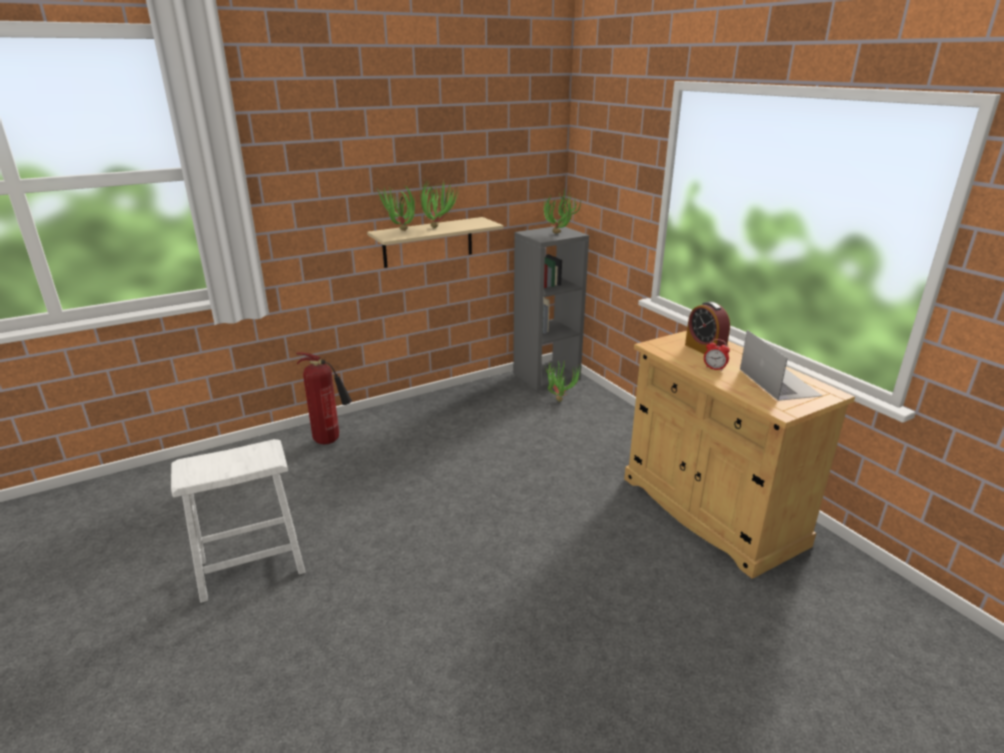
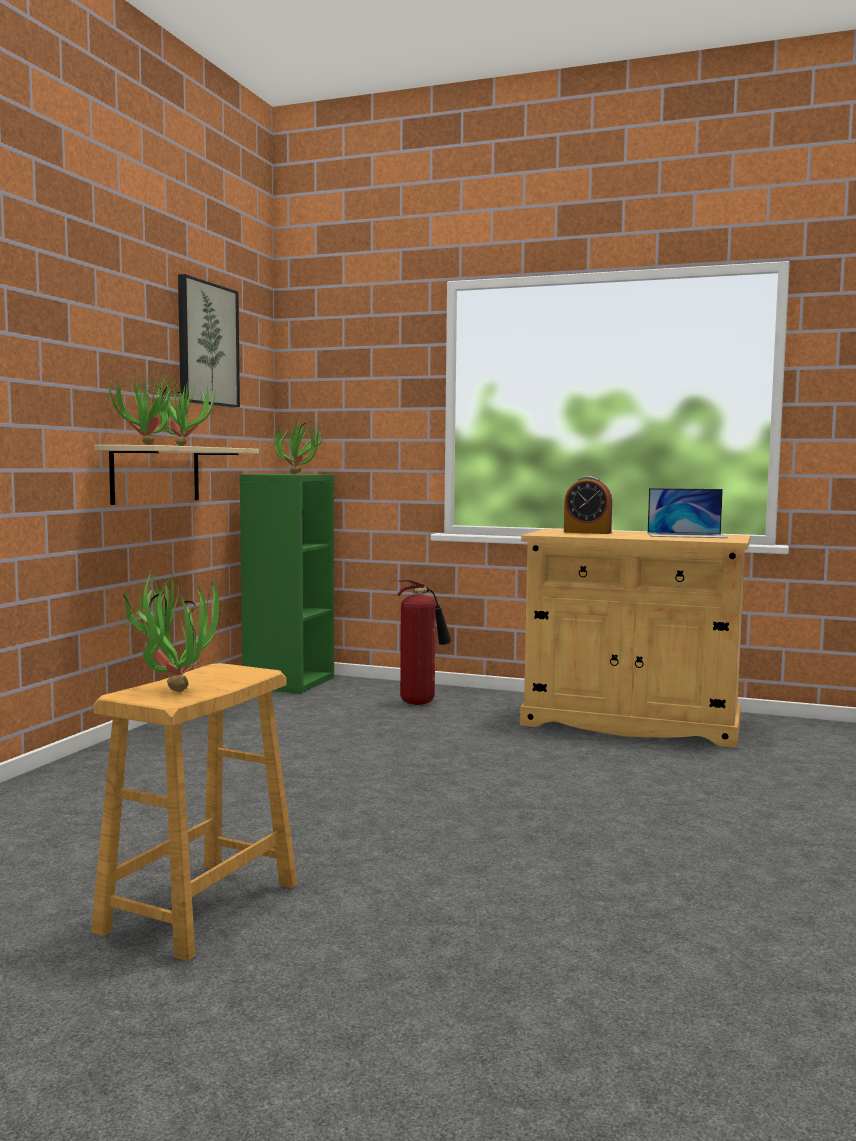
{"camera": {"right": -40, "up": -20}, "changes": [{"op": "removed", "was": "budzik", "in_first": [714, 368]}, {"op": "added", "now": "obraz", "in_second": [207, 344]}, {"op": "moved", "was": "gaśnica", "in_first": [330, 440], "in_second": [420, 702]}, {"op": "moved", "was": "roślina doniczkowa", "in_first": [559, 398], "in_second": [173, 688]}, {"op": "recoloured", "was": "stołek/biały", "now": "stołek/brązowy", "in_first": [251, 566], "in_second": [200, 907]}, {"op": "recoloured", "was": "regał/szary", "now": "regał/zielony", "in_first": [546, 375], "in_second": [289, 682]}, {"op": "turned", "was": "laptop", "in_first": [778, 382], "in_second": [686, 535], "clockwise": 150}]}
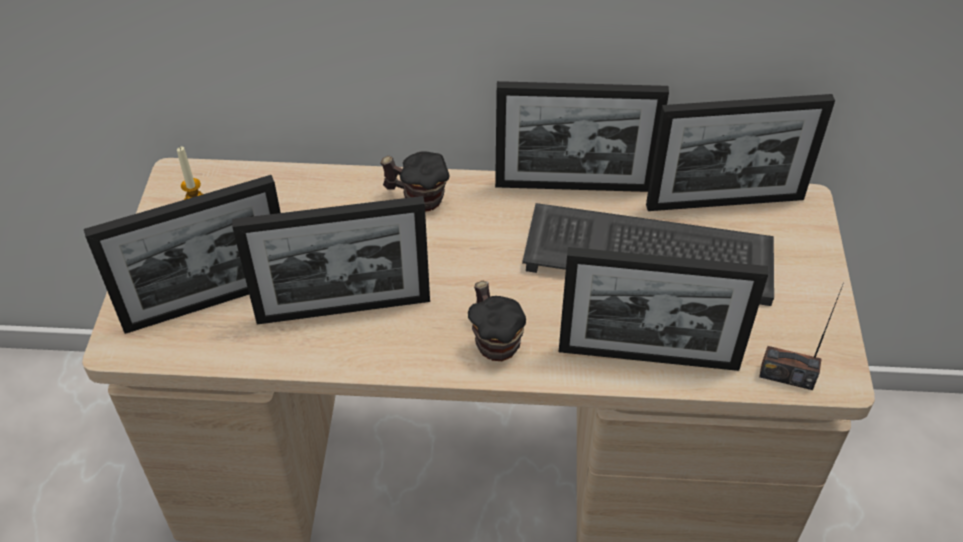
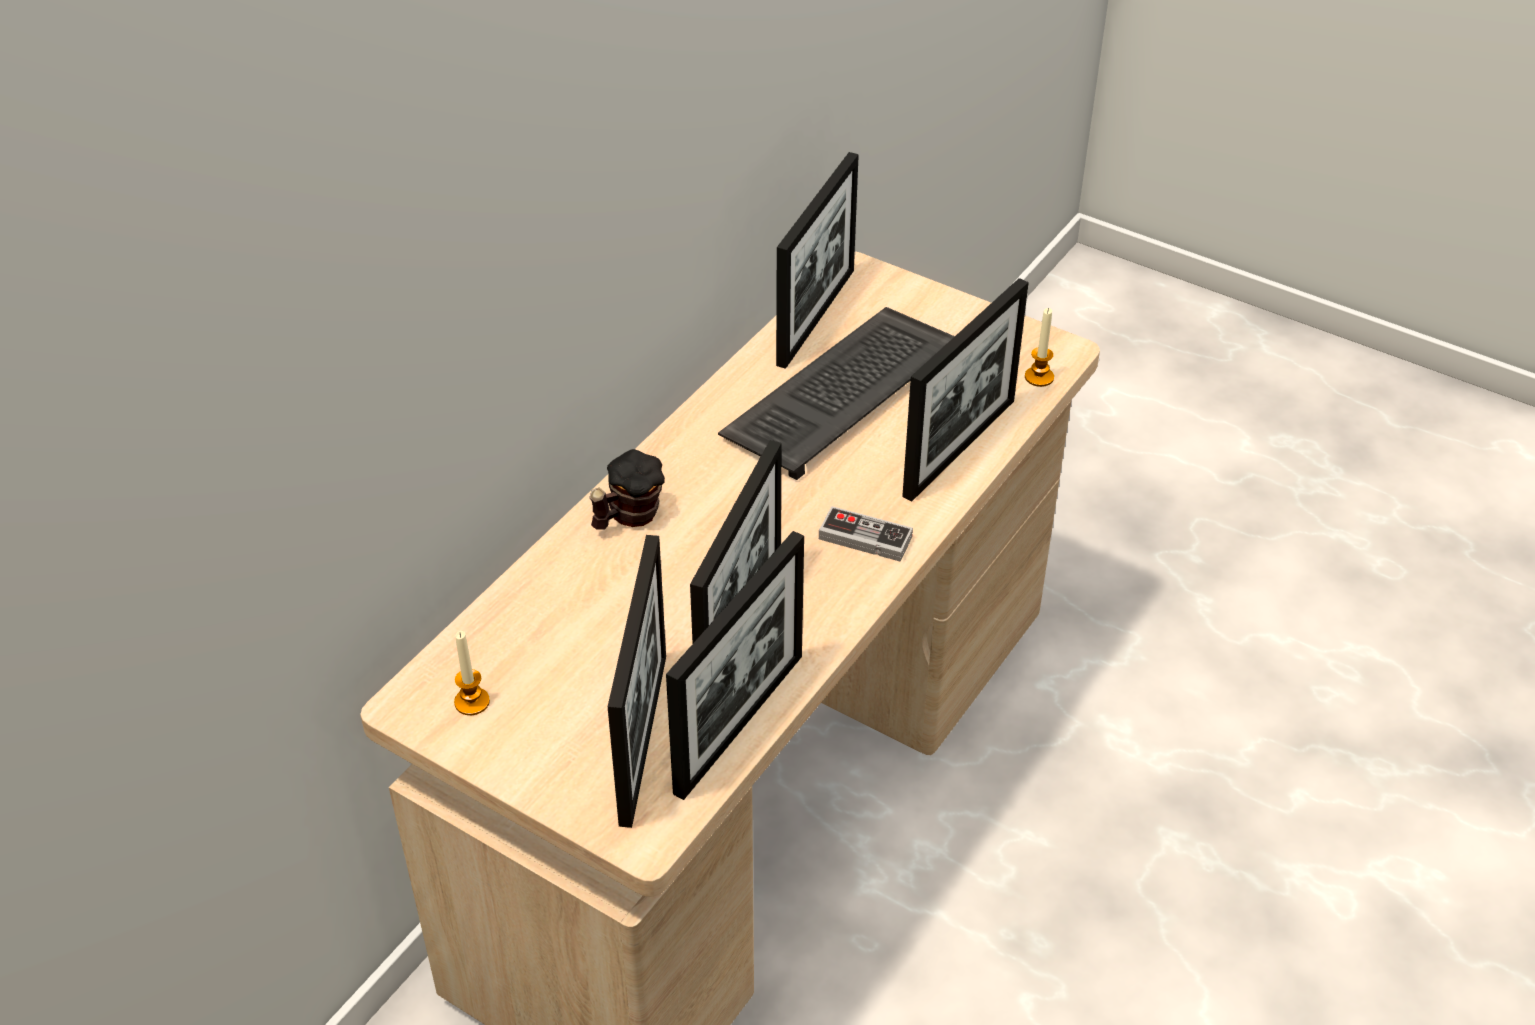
{"camera": {"right": -60, "up": -5}, "changes": [{"op": "moved", "was": "ramka na zdjęcie", "in_first": [573, 186], "in_second": [739, 723]}, {"op": "replaced", "was": "kubek", "now": "pad do gier", "in_first": [494, 340], "in_second": [865, 538]}, {"op": "replaced", "was": "radio", "now": "świeca", "in_first": [787, 376], "in_second": [1039, 377]}]}
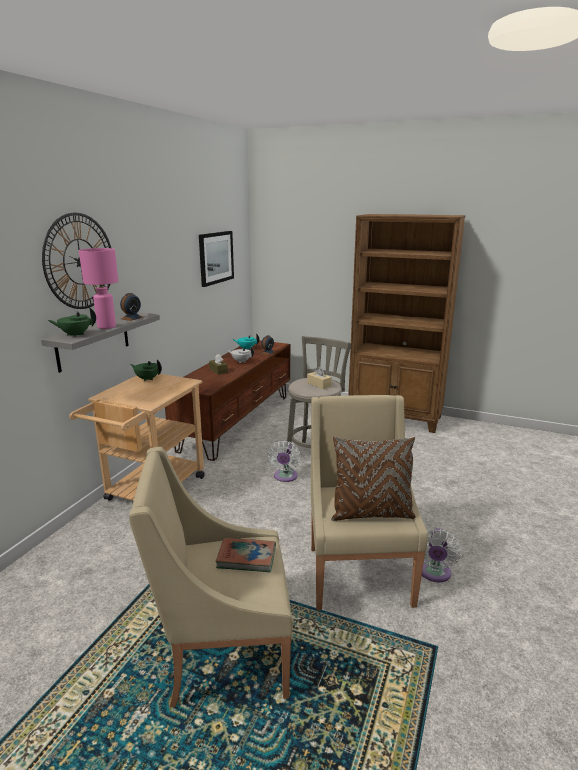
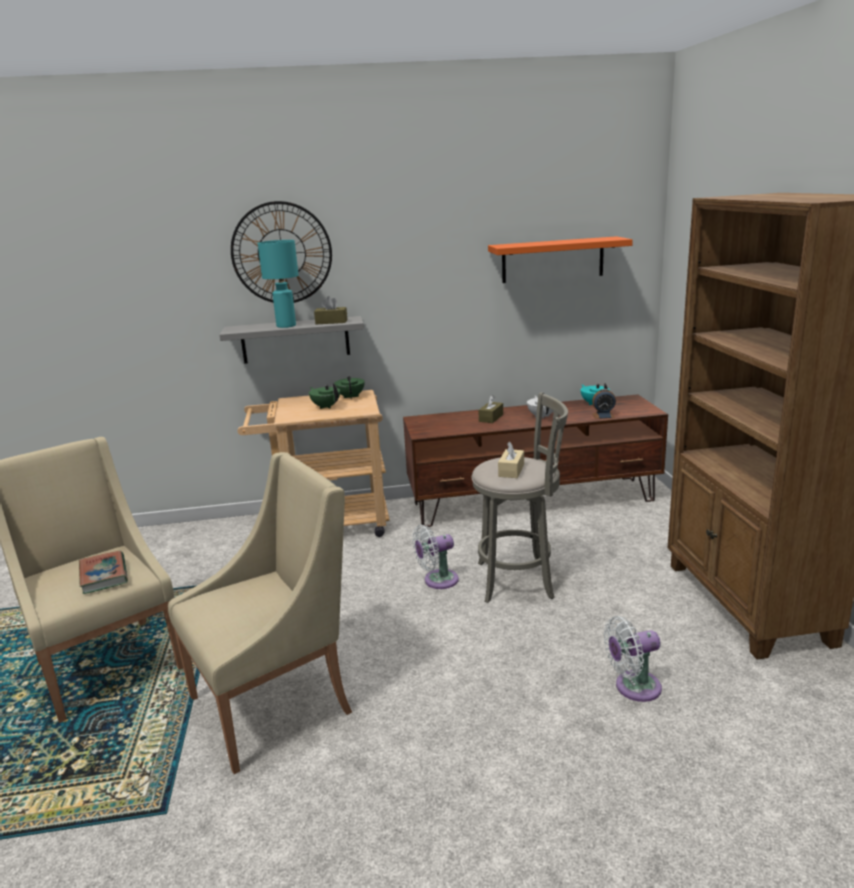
{"camera": {"right": 60, "up": 0}, "changes": [{"op": "removed", "was": "poduszka/brązowy", "in_first": [371, 514]}, {"op": "moved", "was": "imbryk/zielony", "in_first": [75, 334], "in_second": [326, 406]}, {"op": "moved", "was": "wentylator/biały", "in_first": [434, 573], "in_second": [633, 687]}, {"op": "replaced", "was": "budzik", "now": "pudełko chusteczek/brązowy", "in_first": [132, 318], "in_second": [331, 322]}, {"op": "replaced", "was": "obraz", "now": "półka/pomarańczowy", "in_first": [216, 257], "in_second": [552, 260]}, {"op": "recoloured", "was": "lampa stołowa/różowy", "now": "lampa stołowa/turkusowy", "in_first": [106, 327], "in_second": [286, 326]}]}
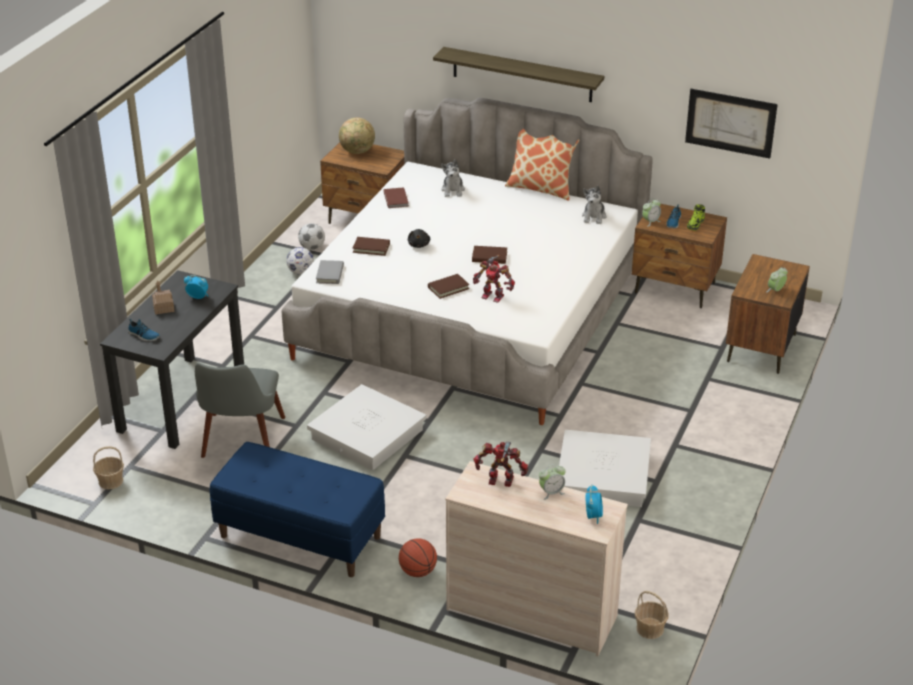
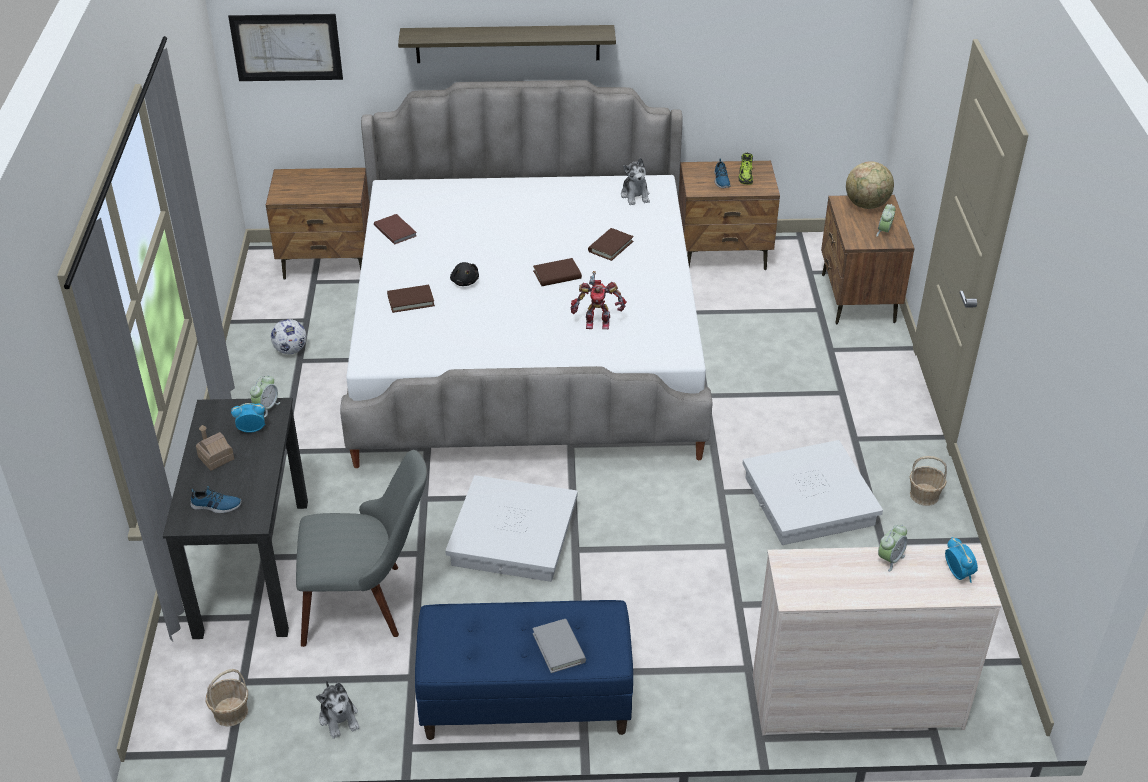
{"camera": {"right": -25, "up": 5}, "changes": [{"op": "removed", "was": "piłka futbolowa", "in_first": [312, 247]}, {"op": "removed", "was": "piłka do koszykówki", "in_first": [418, 571]}, {"op": "removed", "was": "robot zabawkowy", "in_first": [500, 482]}, {"op": "removed", "was": "poduszka", "in_first": [541, 188]}, {"op": "moved", "was": "książka/szary", "in_first": [330, 274], "in_second": [559, 648]}, {"op": "moved", "was": "globus", "in_first": [357, 151], "in_second": [867, 205]}, {"op": "moved", "was": "książka/brązowy", "in_first": [448, 288], "in_second": [610, 246]}, {"op": "moved", "was": "pluszak", "in_first": [453, 190], "in_second": [339, 718]}, {"op": "moved", "was": "koszyk", "in_first": [650, 629], "in_second": [924, 495]}, {"op": "moved", "was": "budzik", "in_first": [650, 221], "in_second": [266, 407]}, {"op": "moved", "was": "obraz", "in_first": [730, 123], "in_second": [286, 47]}, {"op": "turned", "was": "krzesło/szary", "in_first": [240, 444], "in_second": [368, 602], "clockwise": -75}]}
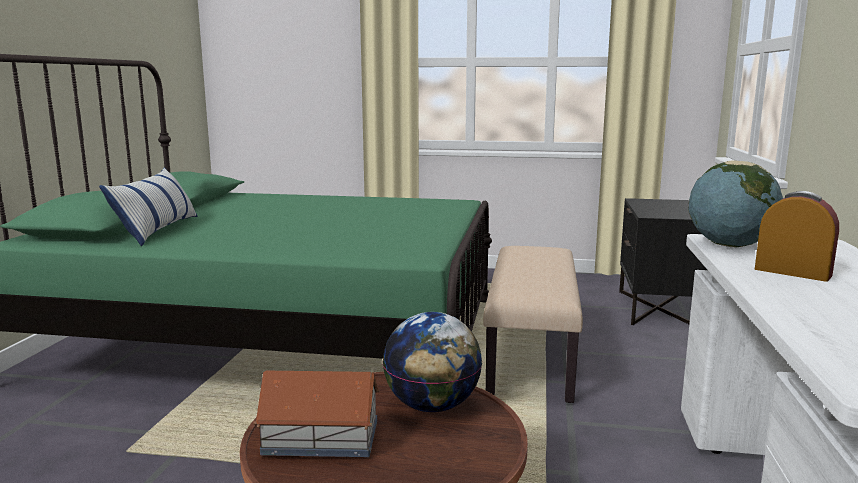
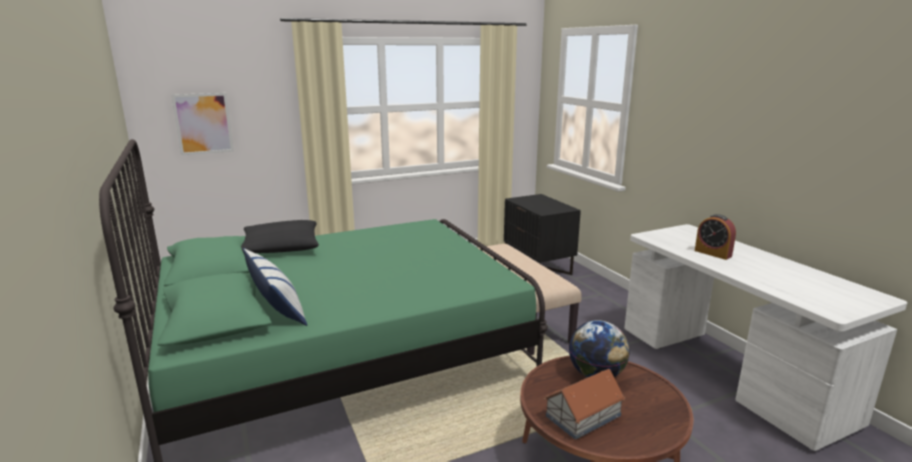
{"camera": {"right": -35, "up": 5}, "changes": [{"op": "removed", "was": "globus", "in_first": [729, 245]}, {"op": "added", "now": "obraz", "in_second": [203, 123]}, {"op": "added", "now": "poduszka/czarny", "in_second": [280, 247]}, {"op": "turned", "was": "budzik", "in_first": [792, 272], "in_second": [713, 253], "clockwise": -135}]}
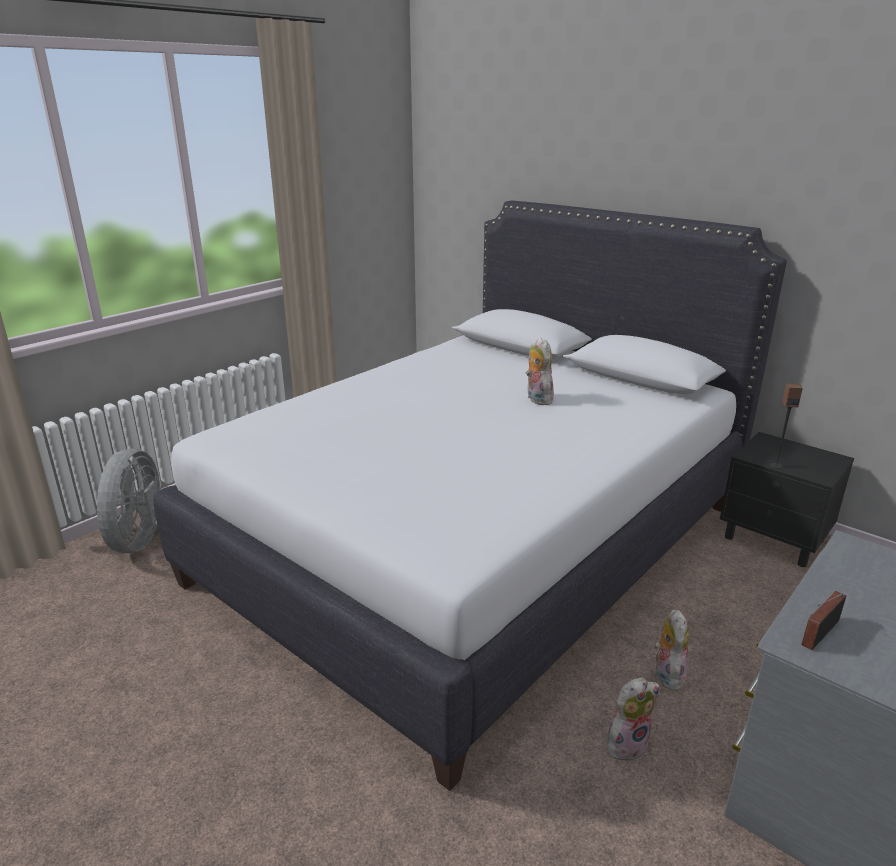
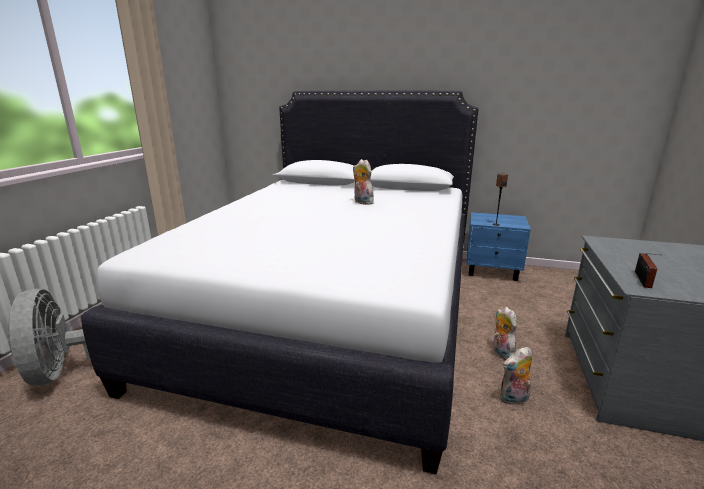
{"camera": {"right": -25, "up": -5}, "changes": [{"op": "recoloured", "was": "szafka nocna/czarny", "now": "szafka nocna/niebieski", "in_first": [775, 539], "in_second": [493, 271]}, {"op": "turned", "was": "pluszak", "in_first": [626, 743], "in_second": [514, 399], "clockwise": -150}]}
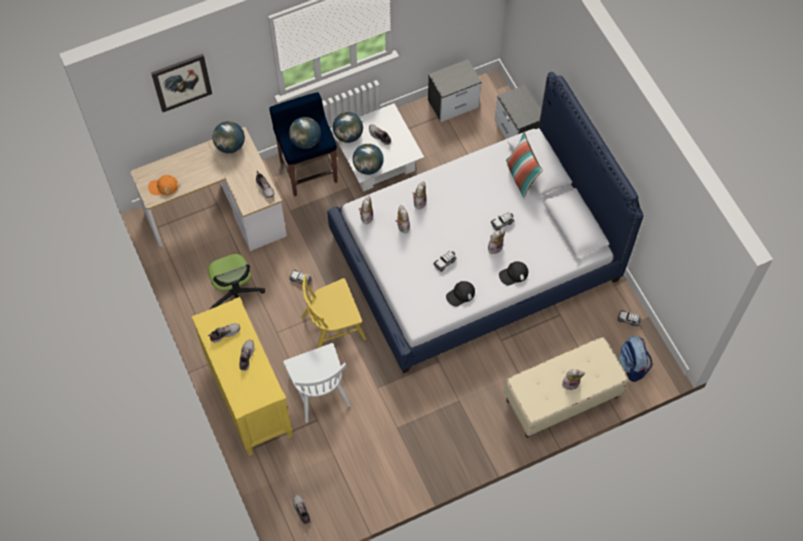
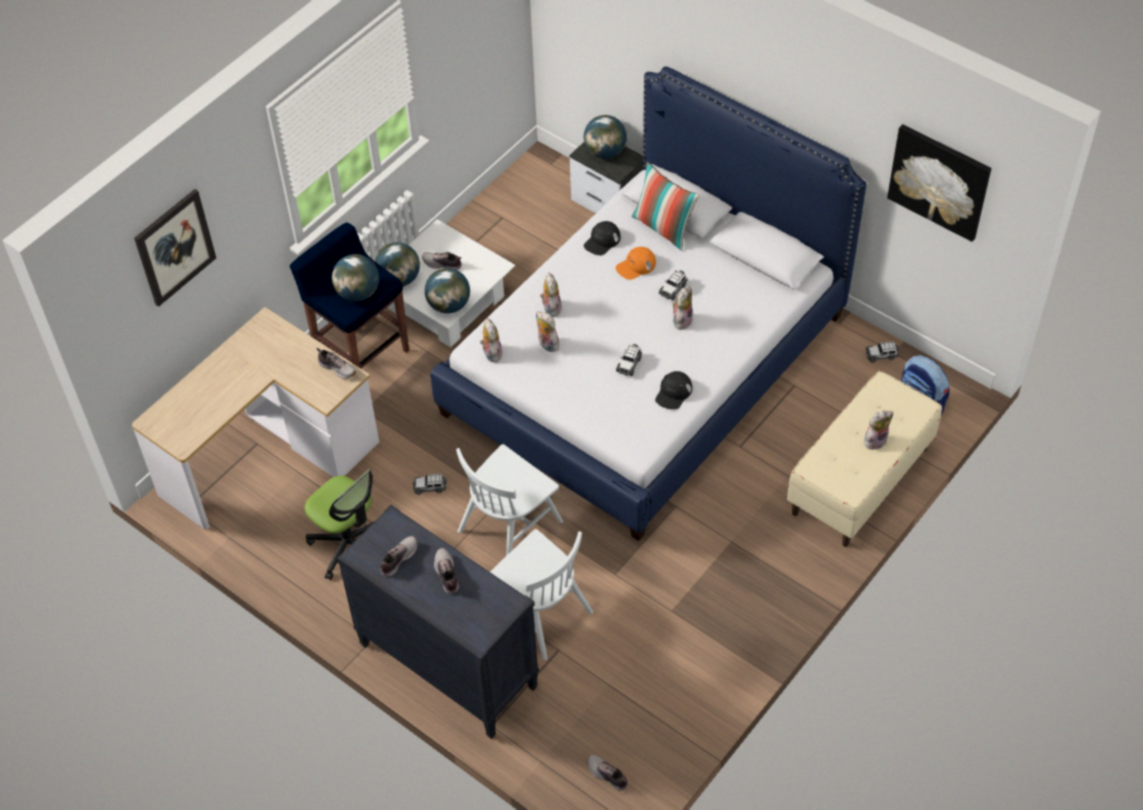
{"camera": {"right": -25, "up": -10}, "changes": [{"op": "removed", "was": "szafka nocna", "in_first": [454, 103]}, {"op": "added", "now": "obraz", "in_second": [939, 181]}, {"op": "moved", "was": "czapka z daszkiem/pomarańczowy", "in_first": [163, 186], "in_second": [636, 266]}, {"op": "moved", "was": "globus", "in_first": [230, 145], "in_second": [605, 152]}, {"op": "moved", "was": "czapka z daszkiem/czarny", "in_first": [513, 274], "in_second": [602, 241]}, {"op": "recoloured", "was": "komoda/żółty", "now": "komoda/czarny", "in_first": [249, 398], "in_second": [447, 666]}, {"op": "recoloured", "was": "krzesło/żółty", "now": "krzesło/biały", "in_first": [333, 327], "in_second": [510, 525]}]}
